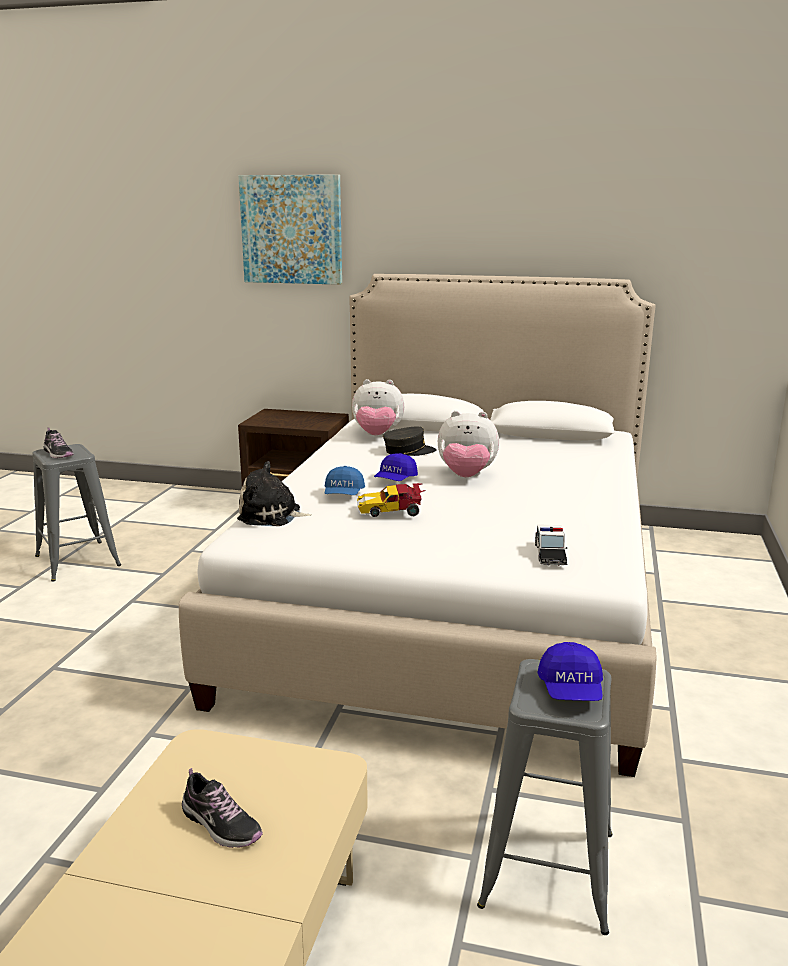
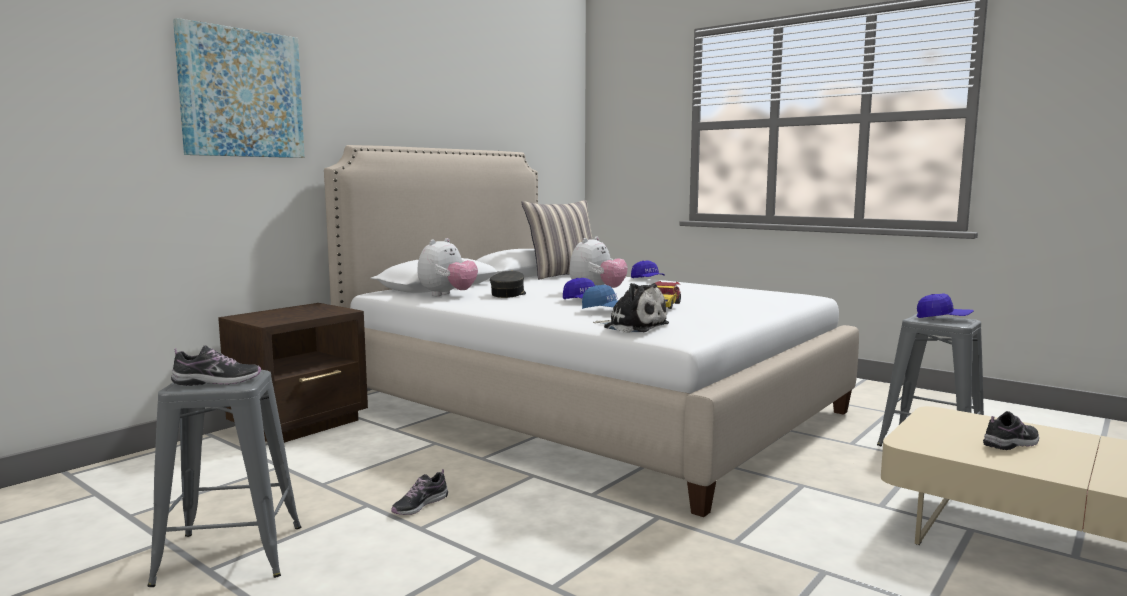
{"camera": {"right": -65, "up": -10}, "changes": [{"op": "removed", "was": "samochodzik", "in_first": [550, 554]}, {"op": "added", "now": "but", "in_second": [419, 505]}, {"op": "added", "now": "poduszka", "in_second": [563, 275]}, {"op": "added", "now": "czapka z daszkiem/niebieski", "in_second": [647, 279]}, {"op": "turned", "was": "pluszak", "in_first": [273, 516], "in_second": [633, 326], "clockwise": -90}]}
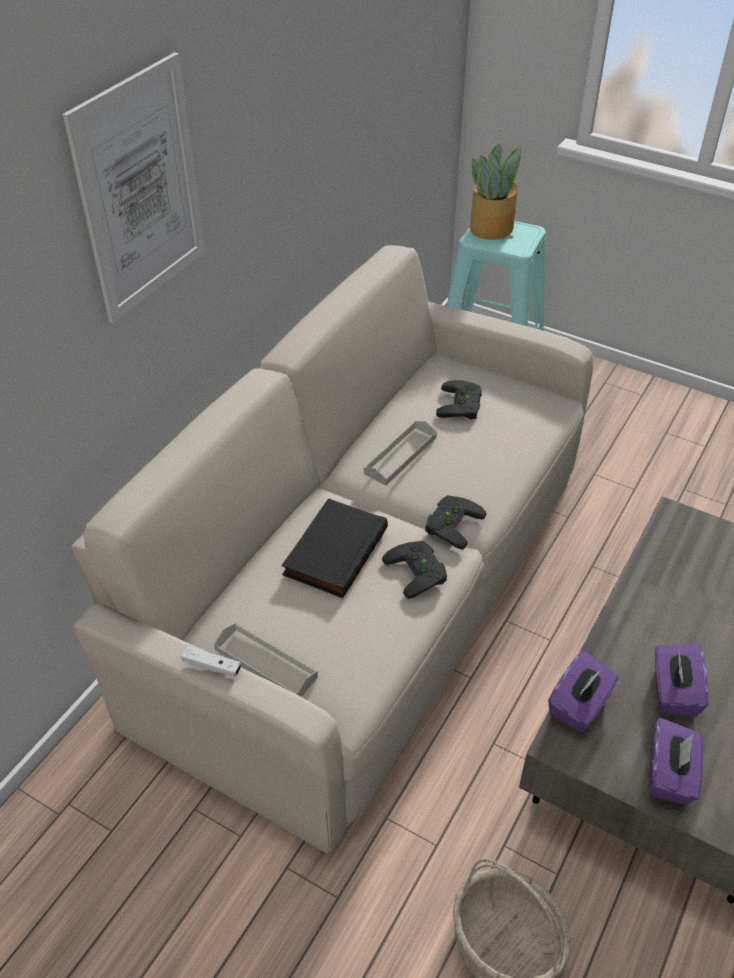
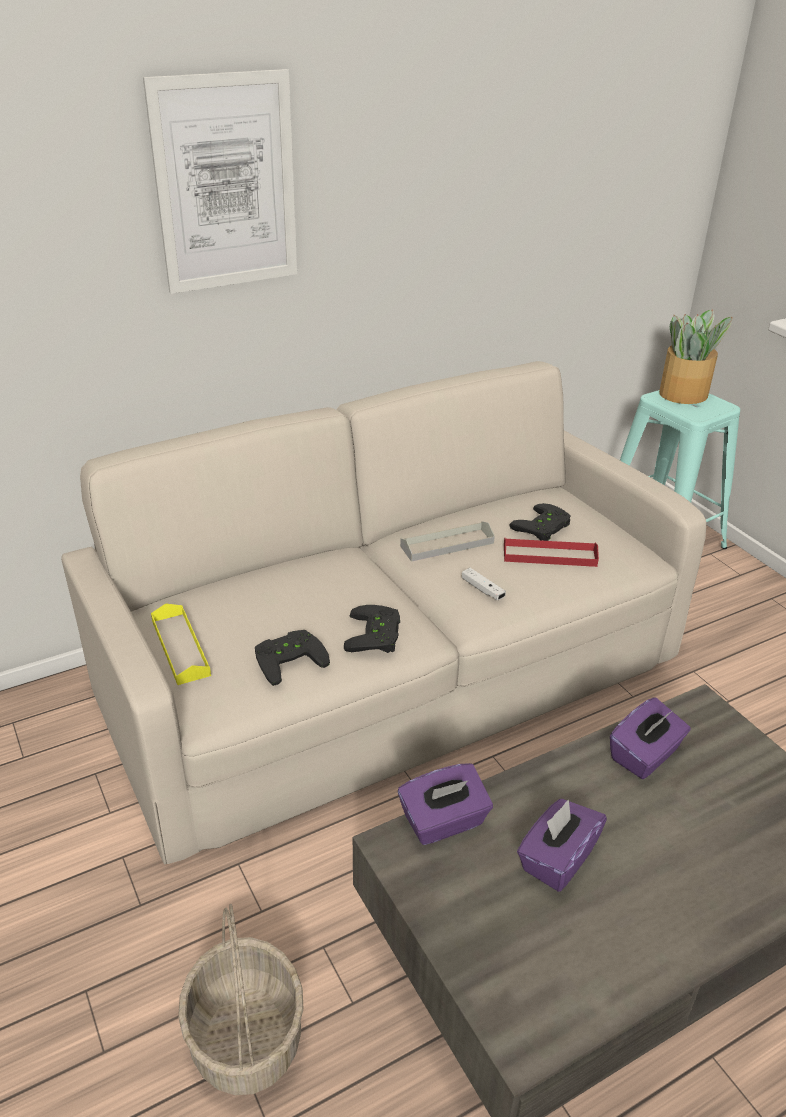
{"camera": {"right": 30, "up": -10}, "changes": [{"op": "removed", "was": "książka/czarny", "in_first": [333, 550]}, {"op": "added", "now": "taca/czerwony", "in_second": [549, 555]}, {"op": "moved", "was": "pad do gier/biały", "in_first": [211, 666], "in_second": [482, 589]}, {"op": "moved", "was": "pad do gier/czarny", "in_first": [450, 523], "in_second": [288, 658]}, {"op": "moved", "was": "pudełko chusteczek/fioletowy", "in_first": [670, 775], "in_second": [645, 755]}, {"op": "recoloured", "was": "taca/szary", "now": "taca/żółty", "in_first": [265, 663], "in_second": [180, 647]}]}
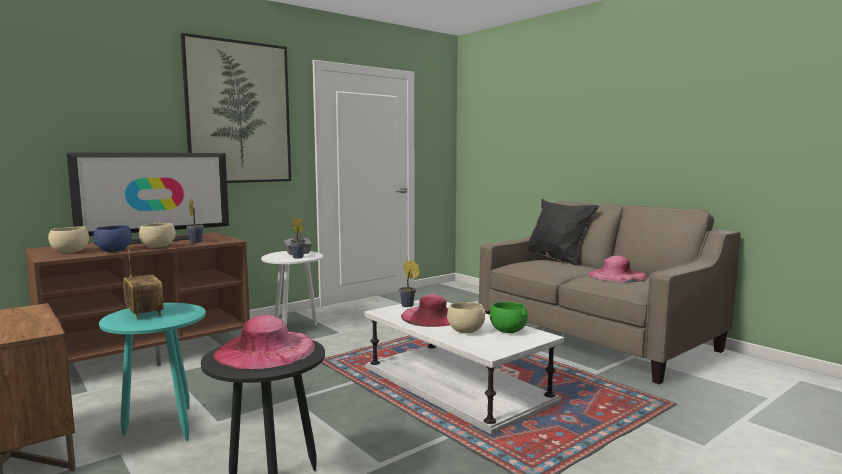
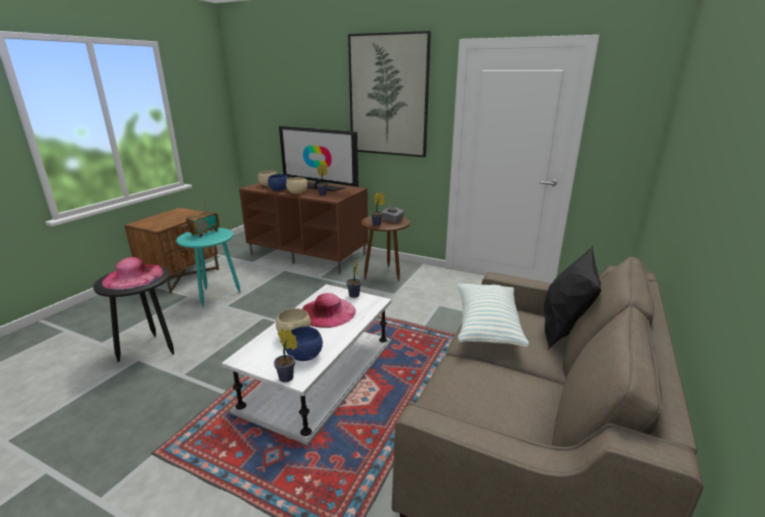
{"camera": {"right": 65, "up": 15}, "changes": [{"op": "removed", "was": "kapelusz/różowy", "in_first": [617, 275]}, {"op": "added", "now": "roślina doniczkowa", "in_second": [288, 378]}, {"op": "added", "now": "poduszka", "in_second": [487, 326]}, {"op": "recoloured", "was": "stolik/biały", "now": "stolik/brązowy", "in_first": [294, 329], "in_second": [385, 276]}, {"op": "recoloured", "was": "miska/zielony", "now": "miska/niebieski", "in_first": [507, 331], "in_second": [305, 356]}]}
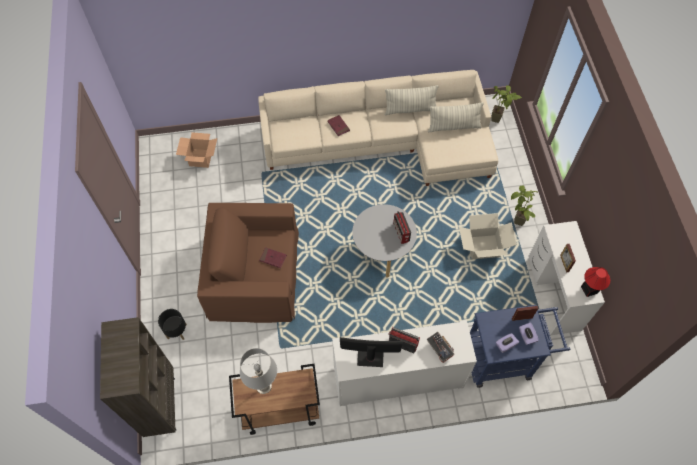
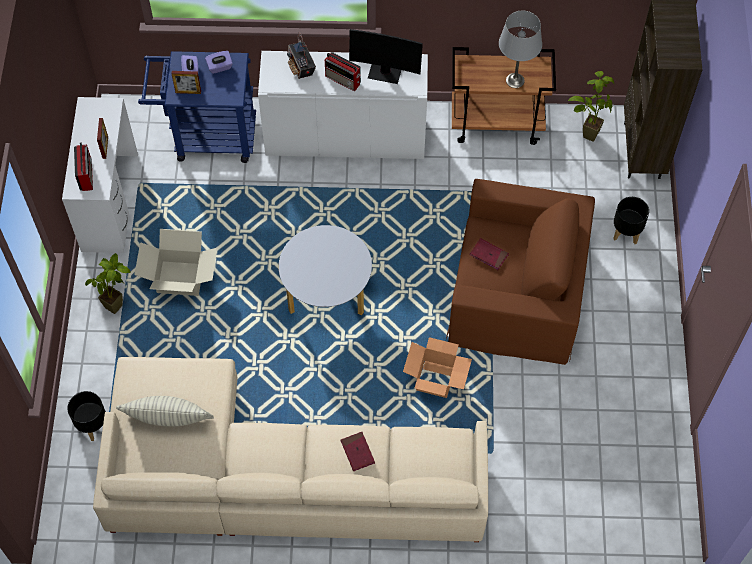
{"camera": {"right": -170, "up": 0}, "changes": [{"op": "removed", "was": "poduszka", "in_first": [410, 109]}, {"op": "removed", "was": "lampa stołowa", "in_first": [589, 289]}, {"op": "added", "now": "donica/czarny", "in_second": [92, 425]}, {"op": "moved", "was": "karton", "in_first": [201, 158], "in_second": [435, 378]}, {"op": "moved", "was": "radio", "in_first": [401, 233], "in_second": [86, 174]}, {"op": "moved", "was": "roślina doniczkowa", "in_first": [499, 121], "in_second": [585, 132]}]}
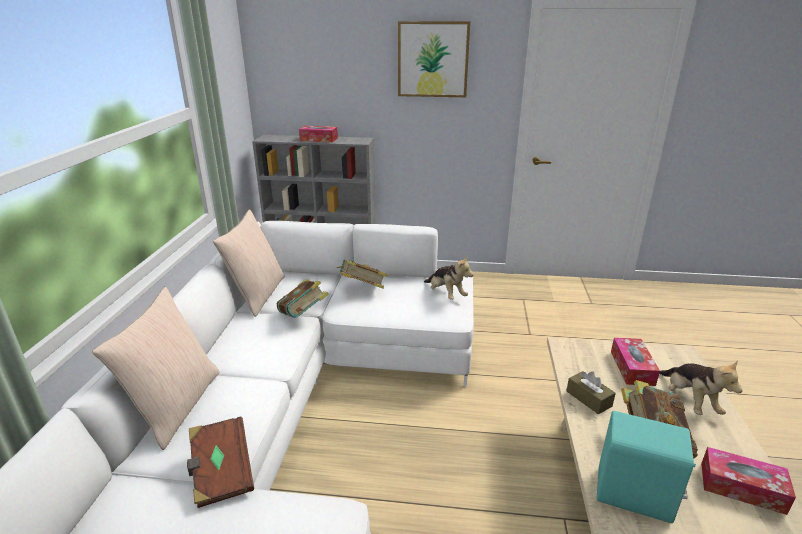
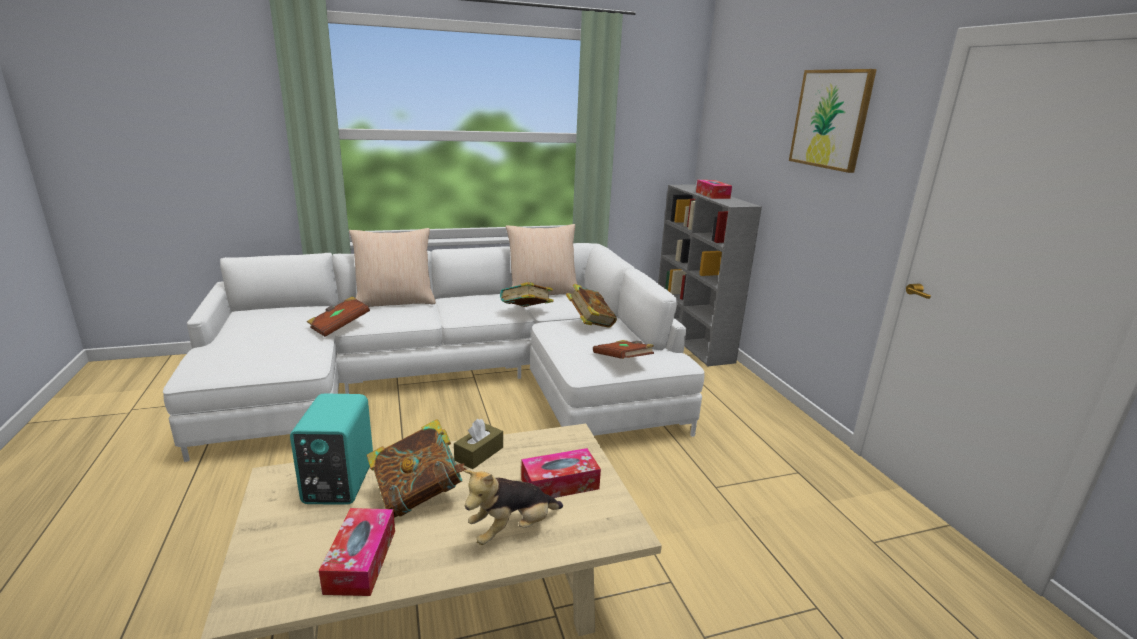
{"camera": {"right": 65, "up": -5}, "changes": [{"op": "replaced", "was": "pluszak", "now": "książka/brązowy", "in_first": [446, 294], "in_second": [622, 360]}]}
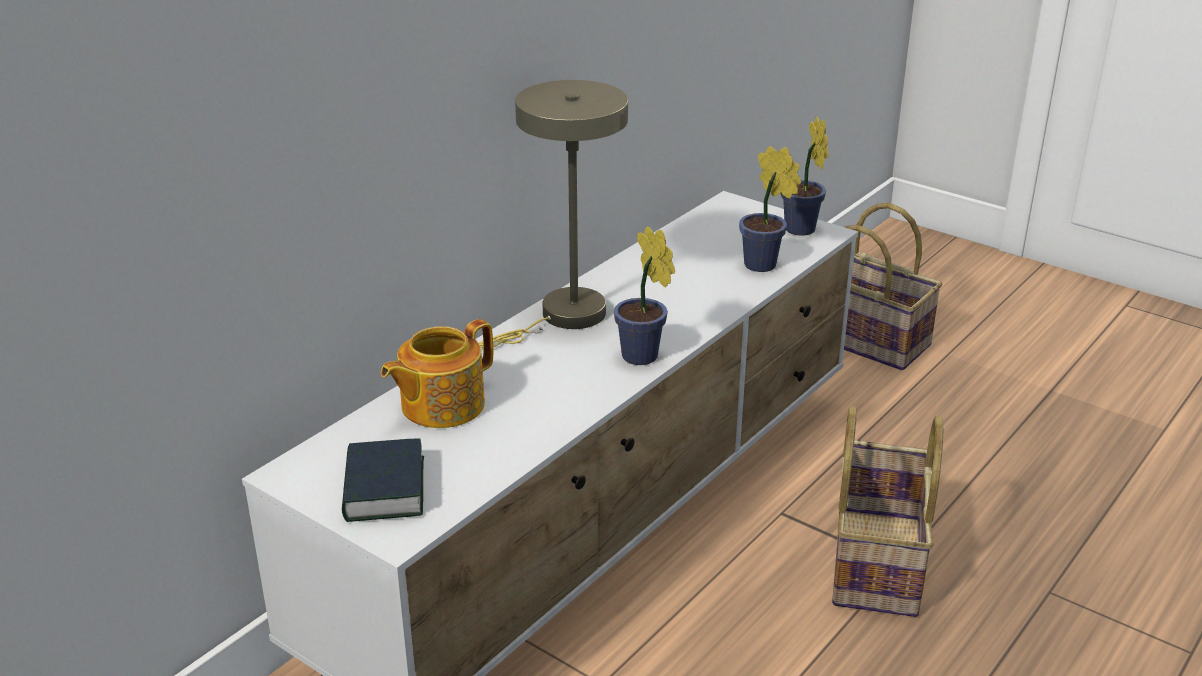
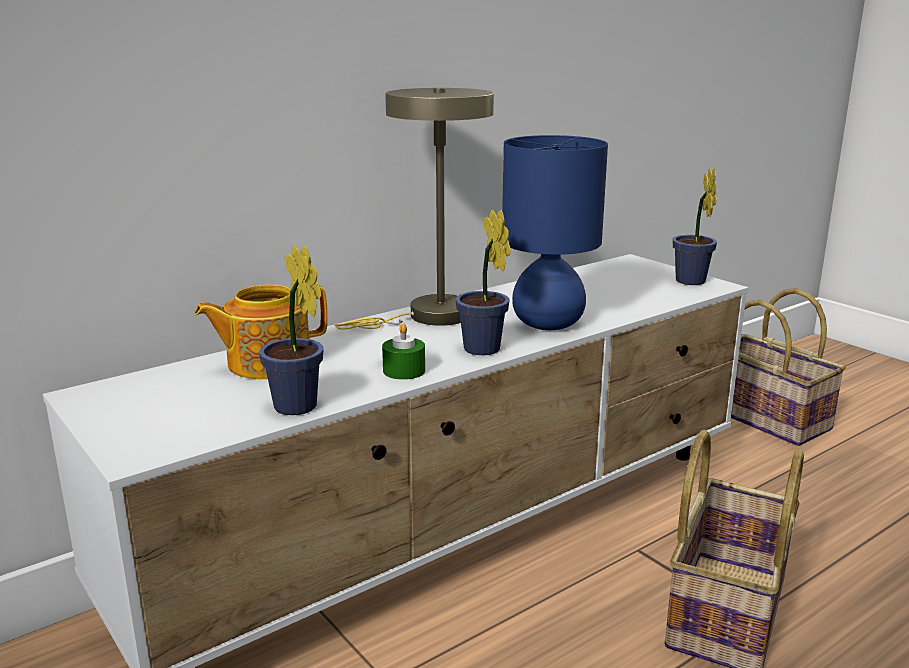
{"camera": {"right": 15, "up": -10}, "changes": [{"op": "removed", "was": "książka", "in_first": [384, 489]}, {"op": "added", "now": "świeca/zielony", "in_second": [404, 371]}, {"op": "added", "now": "lampa stołowa/niebieski", "in_second": [548, 324]}, {"op": "moved", "was": "roślina doniczkowa", "in_first": [764, 266], "in_second": [298, 409]}]}
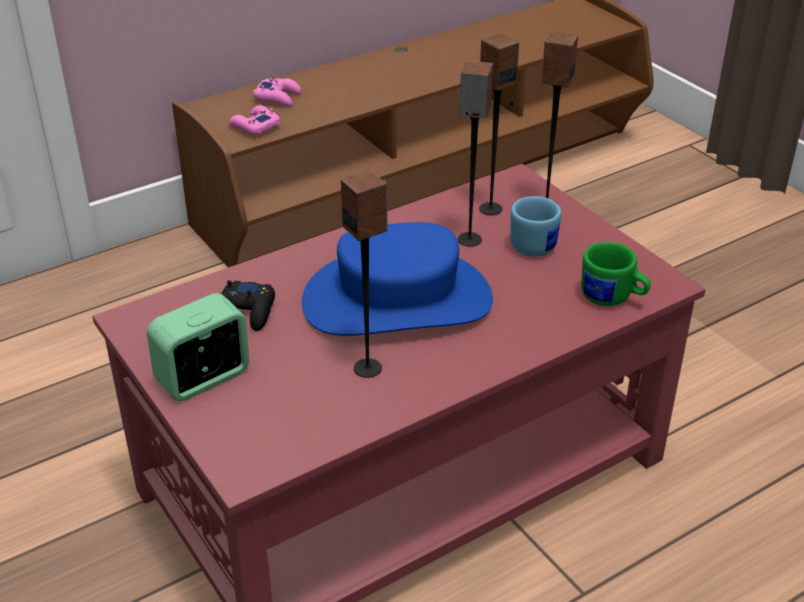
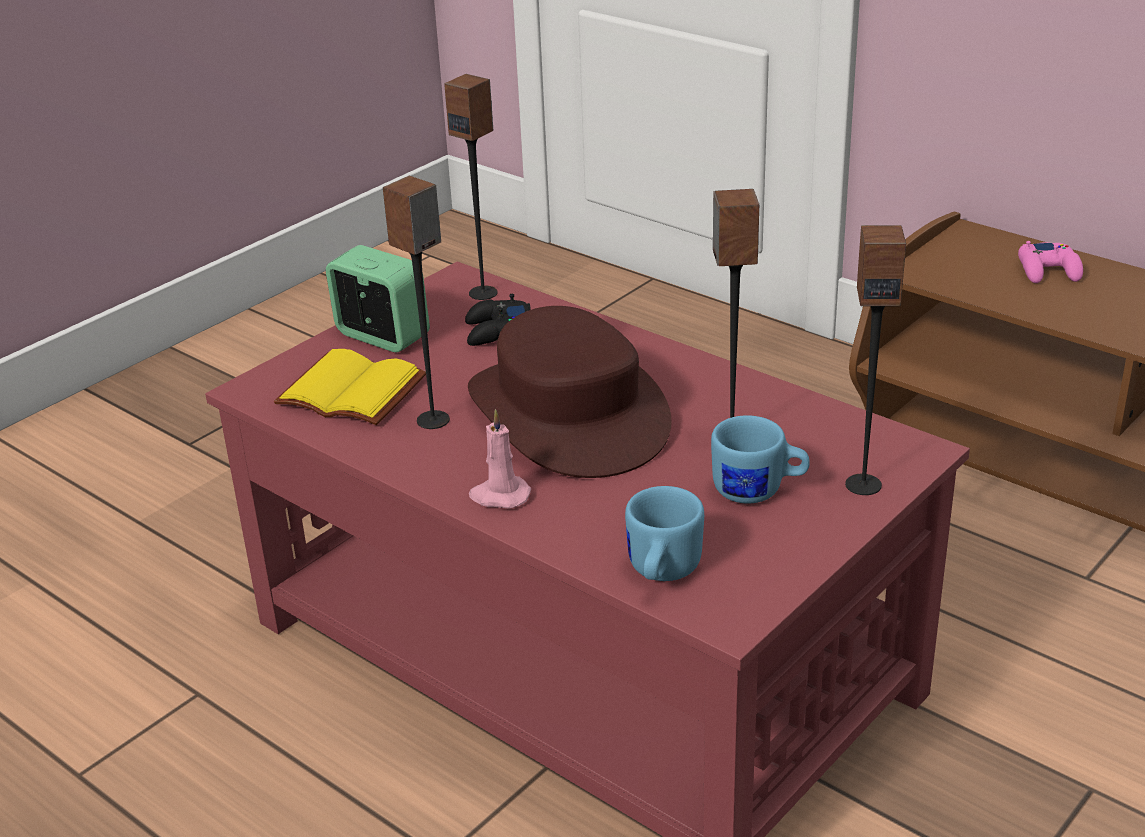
{"camera": {"right": 75, "up": -5}, "changes": [{"op": "removed", "was": "pad do gier/różowy", "in_first": [254, 126]}, {"op": "added", "now": "książka/żółty", "in_second": [355, 390]}, {"op": "added", "now": "świeca/różowy", "in_second": [499, 496]}, {"op": "moved", "was": "głośnik", "in_first": [490, 208], "in_second": [483, 293]}, {"op": "recoloured", "was": "kapelusz/niebieski", "now": "kapelusz/brązowy", "in_first": [397, 300], "in_second": [569, 413]}, {"op": "recoloured", "was": "kubek/zielony", "now": "kubek/niebieski", "in_first": [612, 299], "in_second": [660, 573]}]}
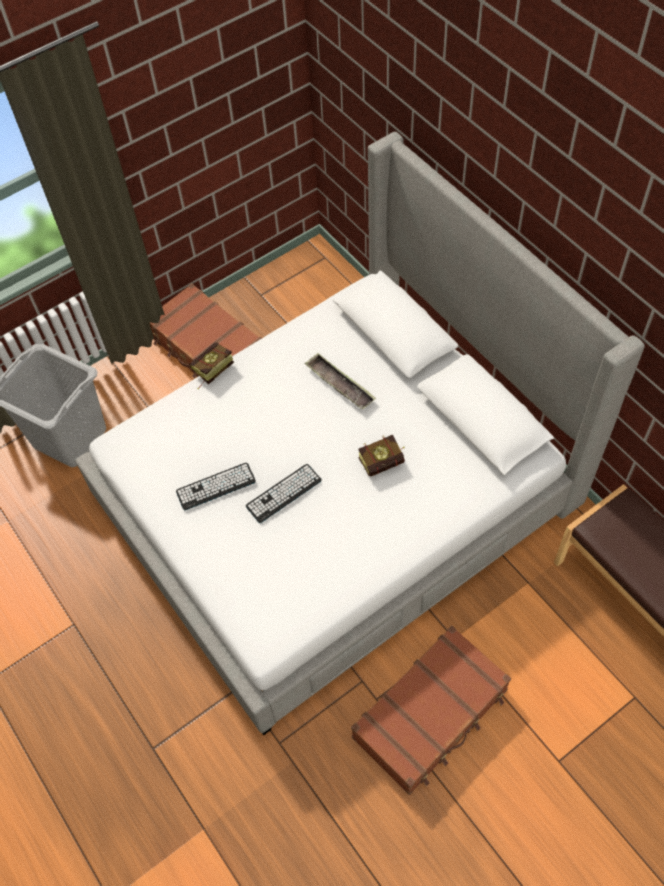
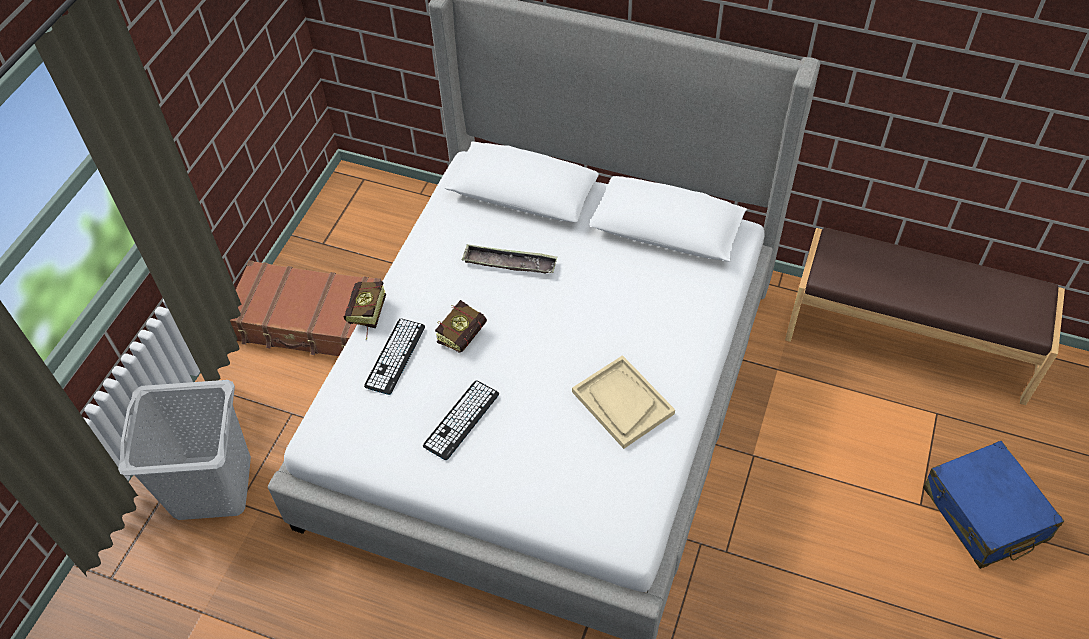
{"camera": {"right": -35, "up": -5}, "changes": [{"op": "removed", "was": "walizka/brązowy", "in_first": [431, 714]}, {"op": "added", "now": "taca/beżowy", "in_second": [622, 403]}, {"op": "added", "now": "walizka/niebieski", "in_second": [984, 514]}, {"op": "moved", "was": "klawiatura", "in_first": [284, 493], "in_second": [395, 356]}, {"op": "moved", "was": "książka", "in_first": [385, 461], "in_second": [465, 332]}]}
